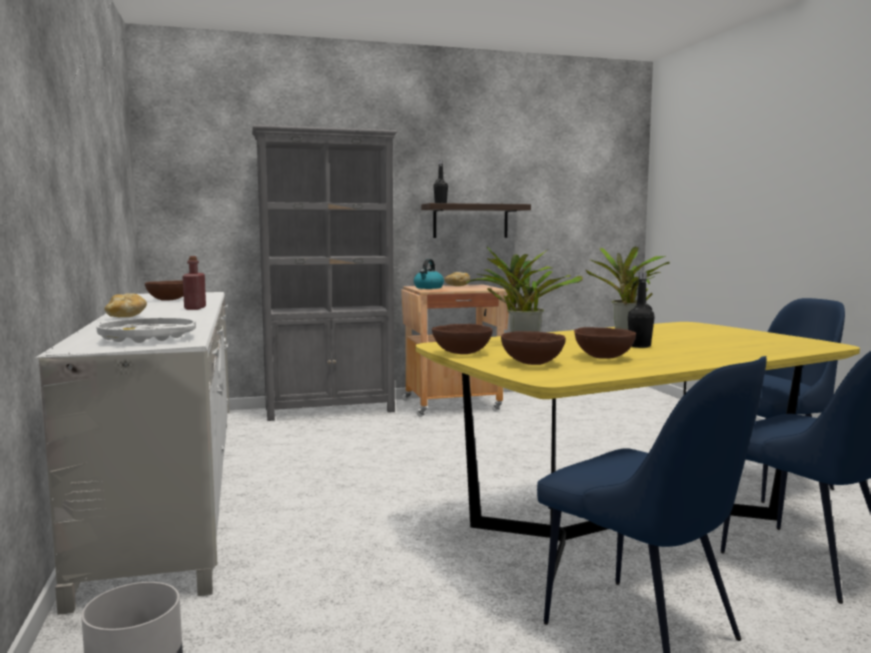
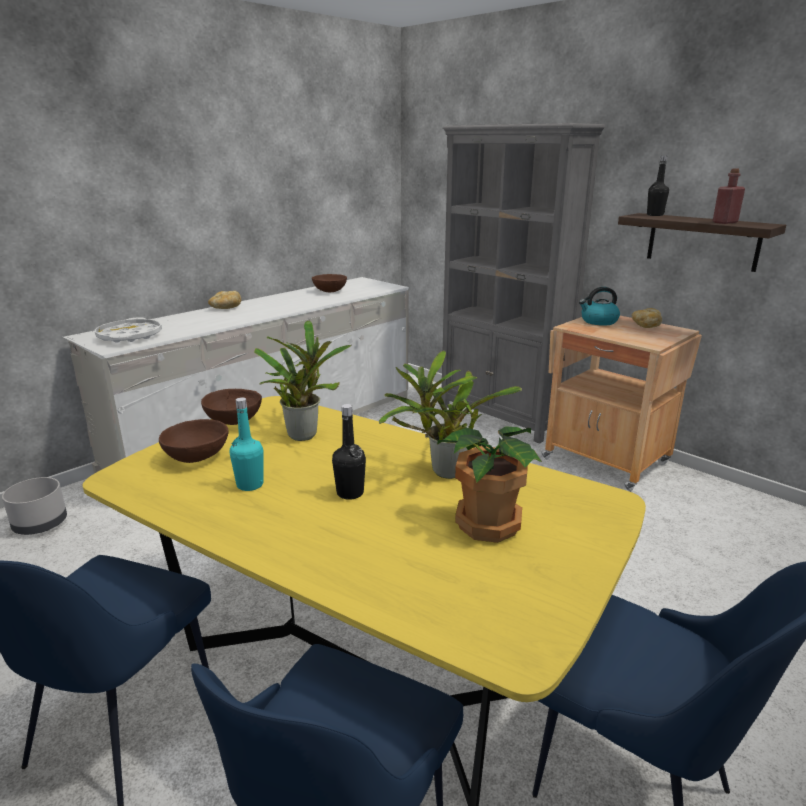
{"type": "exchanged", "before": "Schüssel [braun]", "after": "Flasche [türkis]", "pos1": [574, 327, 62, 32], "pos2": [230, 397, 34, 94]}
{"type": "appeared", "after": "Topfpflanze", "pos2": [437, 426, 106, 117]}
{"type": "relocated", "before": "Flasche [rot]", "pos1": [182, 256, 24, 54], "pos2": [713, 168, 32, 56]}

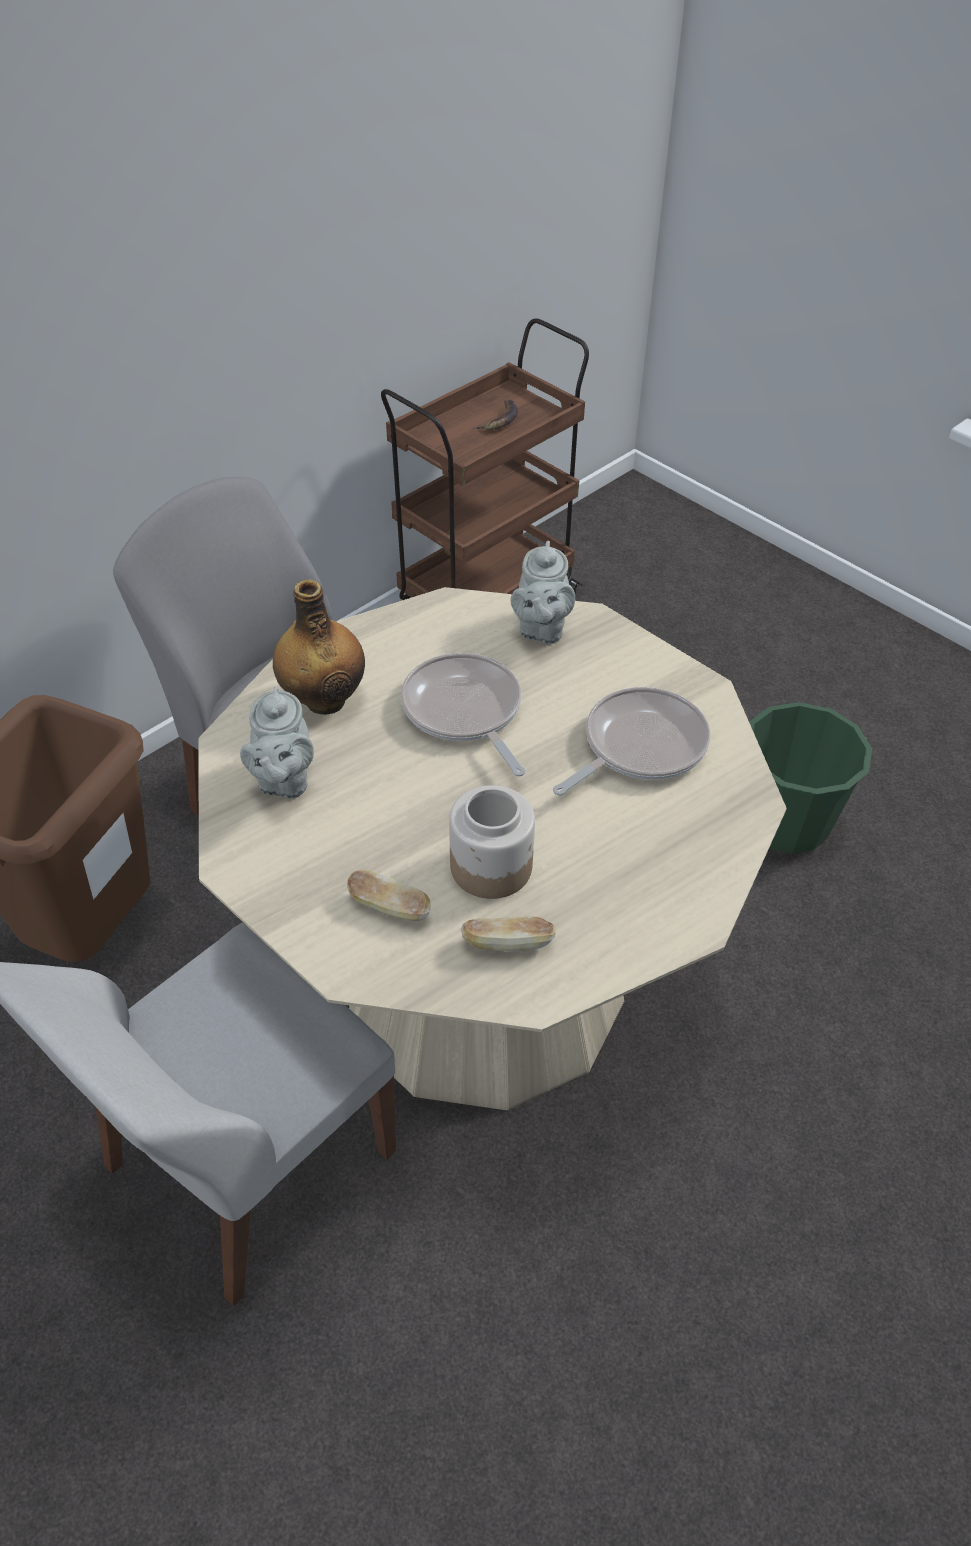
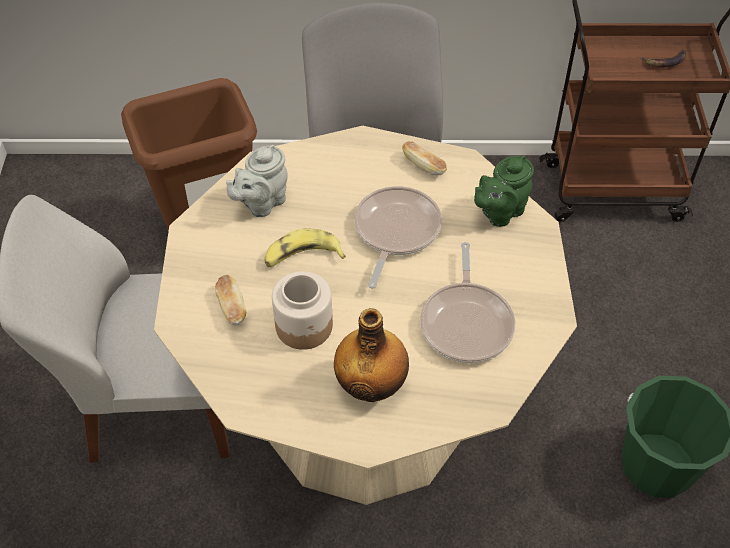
{"type": "appeared", "after": "Banane", "pos2": [265, 229, 81, 39]}
{"type": "relocated", "before": "Flasche", "pos1": [273, 579, 92, 136], "pos2": [334, 308, 75, 94]}
{"type": "relocated", "before": "Brot", "pos1": [461, 917, 94, 35], "pos2": [402, 141, 45, 35]}
{"type": "spun", "before": "Pfanne", "pos1": [553, 687, 157, 109], "pos2": [420, 242, 95, 121], "turn": 90}
{"type": "colour", "before": "Teekanne [grau]", "after": "Teekanne [grün]", "pos1": [510, 541, 65, 103], "pos2": [474, 156, 60, 71]}

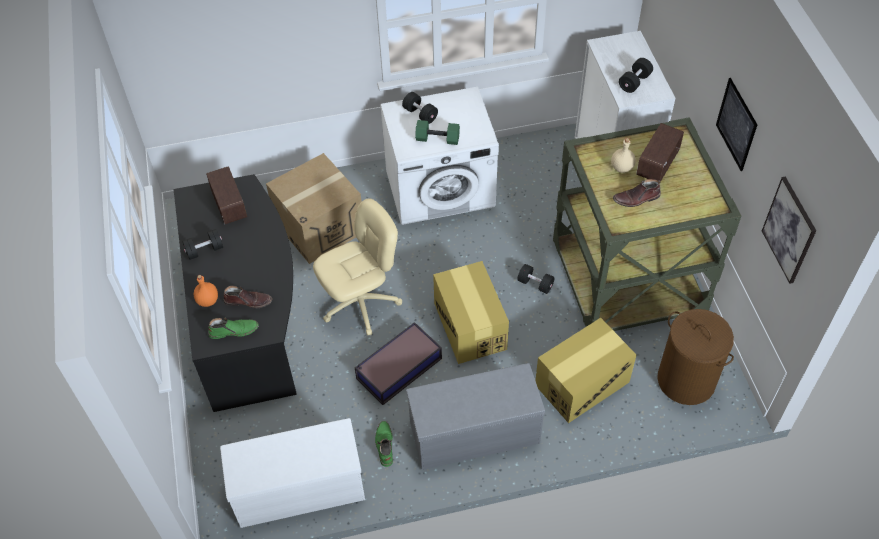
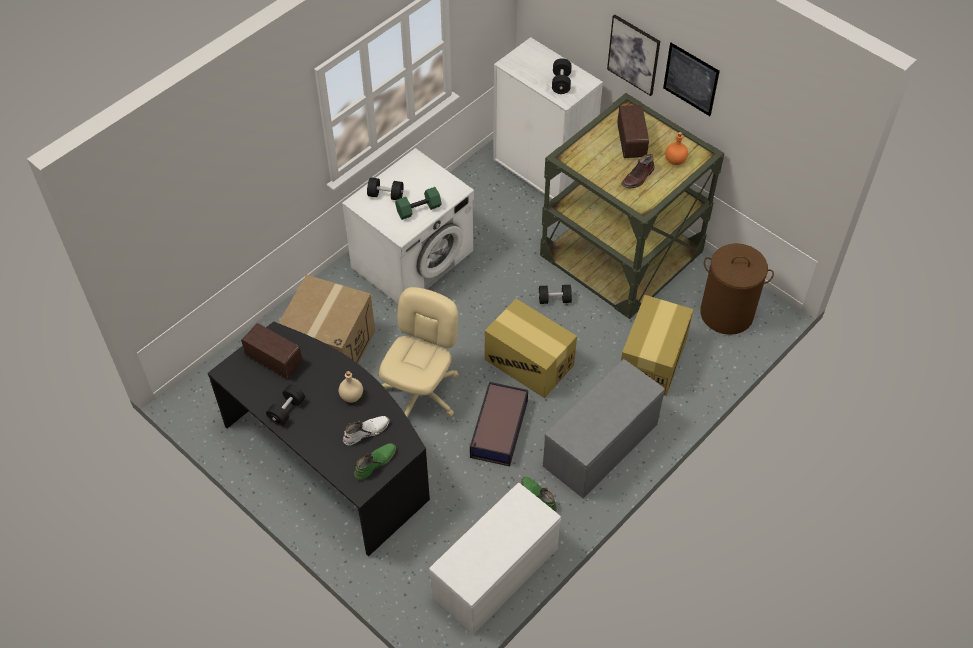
{"type": "relocated", "before": "Flasche [beige]", "pos1": [611, 138, 25, 35], "pos2": [339, 371, 24, 31]}
{"type": "colour", "before": "Stiefel [braun]", "after": "Stiefel [weiß]", "pos1": [224, 286, 48, 22], "pos2": [343, 416, 47, 29]}
{"type": "relocated", "before": "Bild", "pos1": [762, 177, 54, 107], "pos2": [607, 15, 53, 81]}
{"type": "relocated", "before": "Flasche [orange]", "pos1": [194, 275, 24, 32], "pos2": [665, 132, 23, 33]}

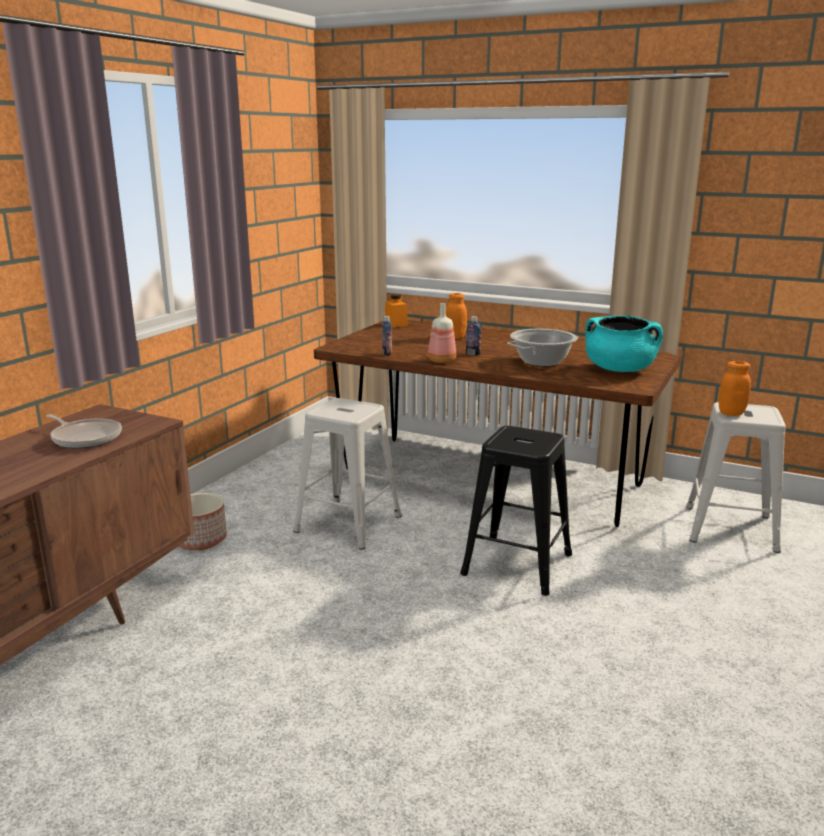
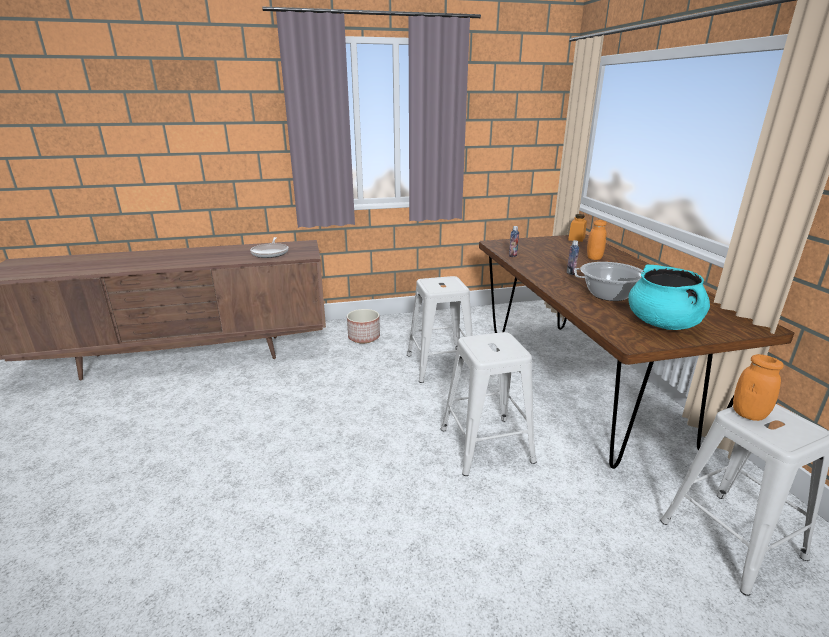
{"type": "colour", "before": "Hocker [schwarz]", "after": "Hocker [weiß]", "pos1": [460, 426, 112, 170], "pos2": [441, 332, 96, 144]}
{"type": "missing", "before": "Flasche", "pos1": [428, 303, 28, 60]}

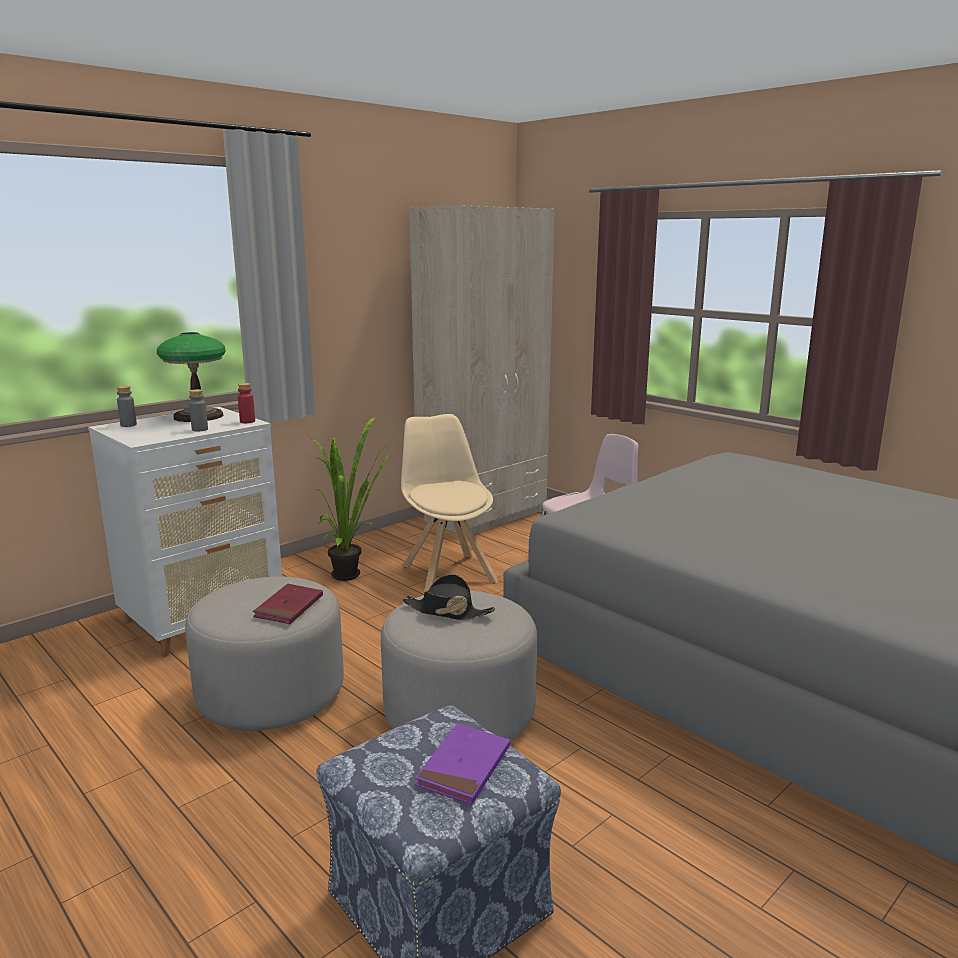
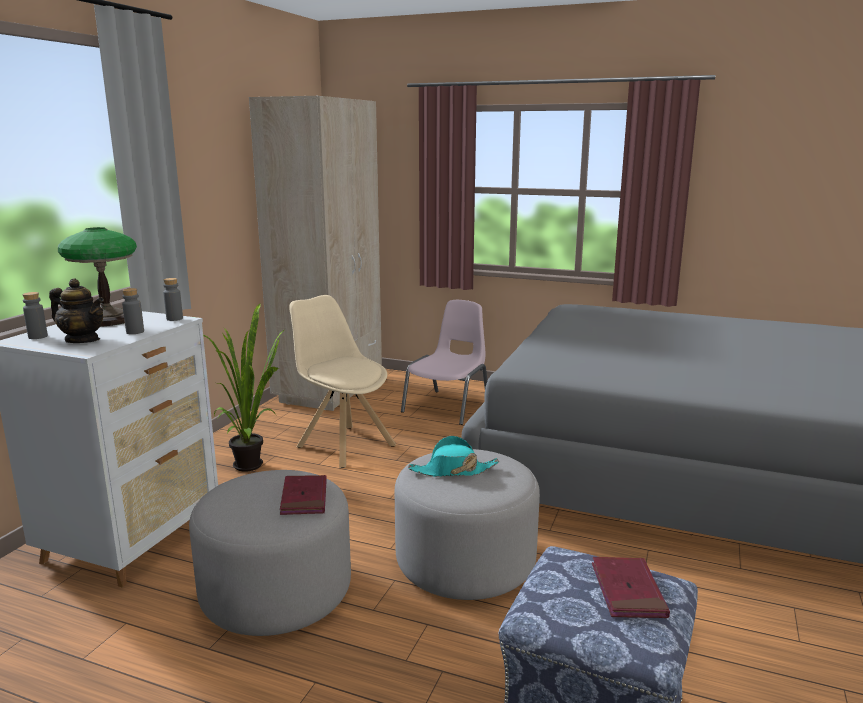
{"type": "appeared", "after": "Teekanne", "pos2": [49, 279, 55, 64]}
{"type": "colour", "before": "Flasche [rot]", "after": "Flasche [grau]", "pos1": [238, 383, 17, 40], "pos2": [163, 278, 20, 43]}
{"type": "colour", "before": "Hut [schwarz]", "after": "Hut [türkis]", "pos1": [402, 574, 93, 46], "pos2": [408, 436, 91, 41]}
{"type": "colour", "before": "Buch [lila]", "after": "Buch [rot]", "pos1": [415, 723, 95, 81], "pos2": [592, 557, 78, 61]}

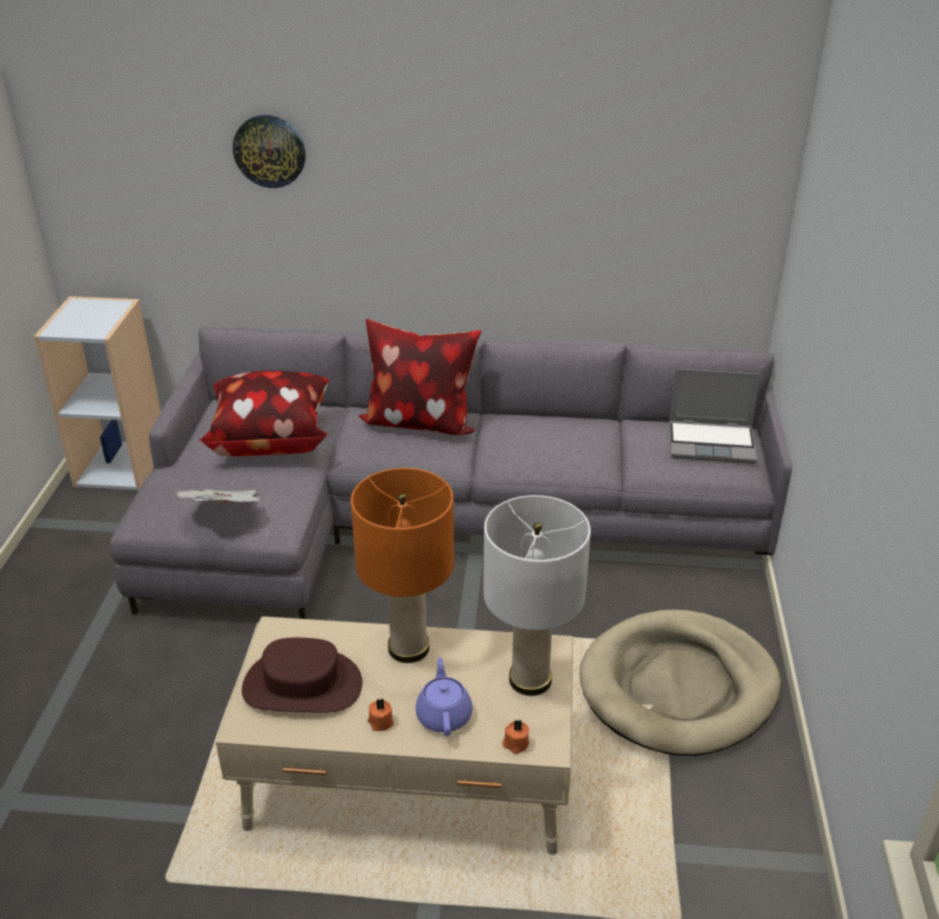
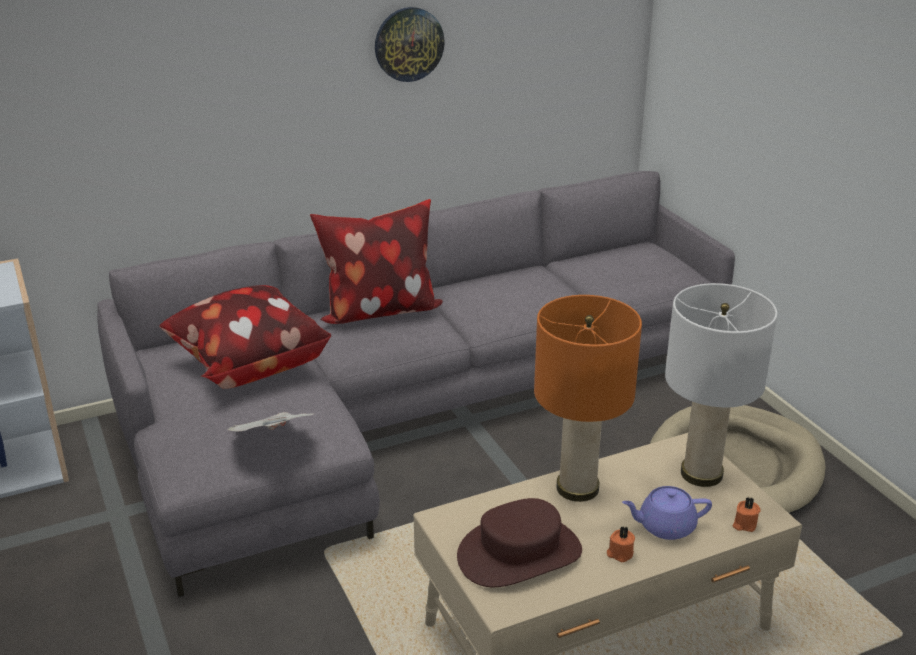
{"type": "relocated", "before": "Wanduhr", "pos1": [233, 115, 73, 73], "pos2": [375, 7, 70, 75]}
{"type": "spun", "before": "Teekanne [lila]", "pos1": [416, 657, 56, 79], "pos2": [622, 486, 90, 54], "turn": -60}
{"type": "missing", "before": "Laptop", "pos1": [669, 369, 92, 95]}

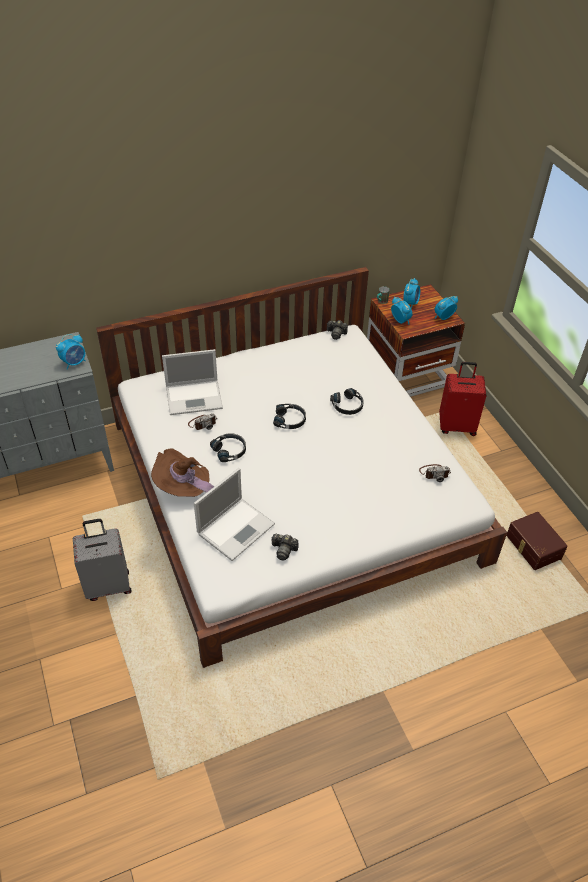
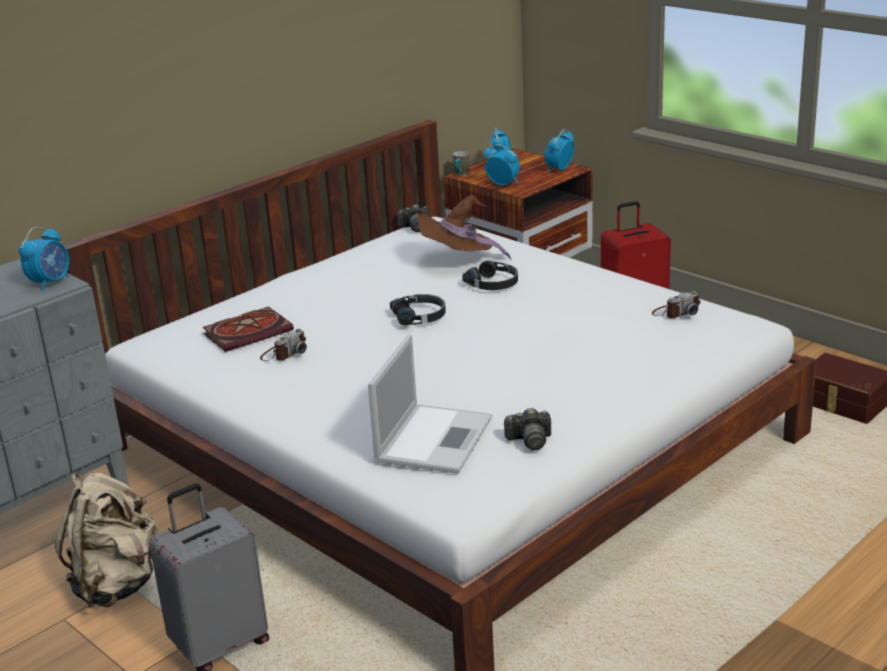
{"type": "appeared", "after": "Rucksack [beige]", "pos2": [55, 473, 103, 134]}
{"type": "exchanged", "before": "Laptop", "after": "Buch", "pos1": [162, 349, 61, 66], "pos2": [202, 307, 92, 45]}
{"type": "relocated", "before": "Hut [braun]", "pos1": [151, 448, 63, 49], "pos2": [416, 194, 95, 65]}
{"type": "missing", "before": "Kopfhörer [schwarz]", "pos1": [210, 433, 36, 29]}

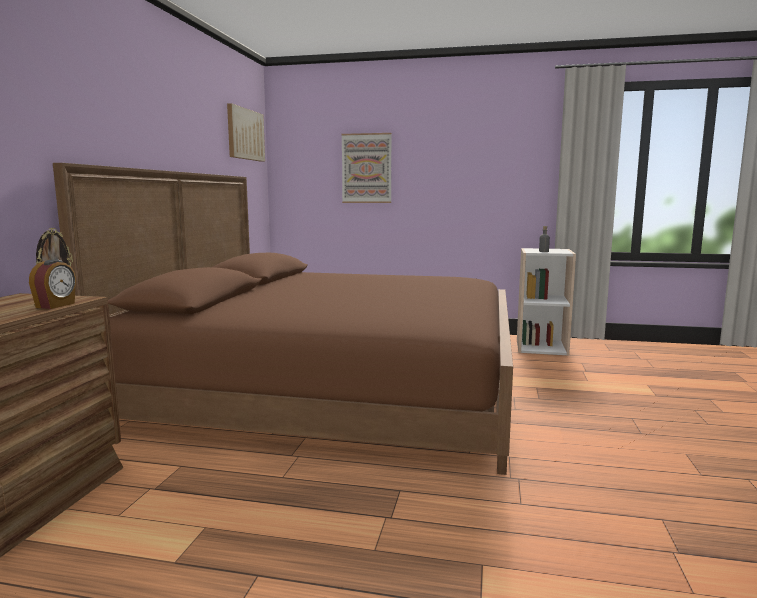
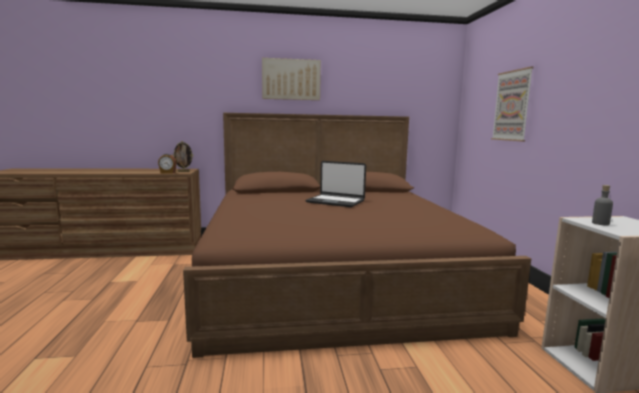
{"type": "relocated", "before": "Bild", "pos1": [227, 103, 38, 59], "pos2": [262, 58, 59, 42]}
{"type": "appeared", "after": "Laptop", "pos2": [306, 161, 60, 46]}

